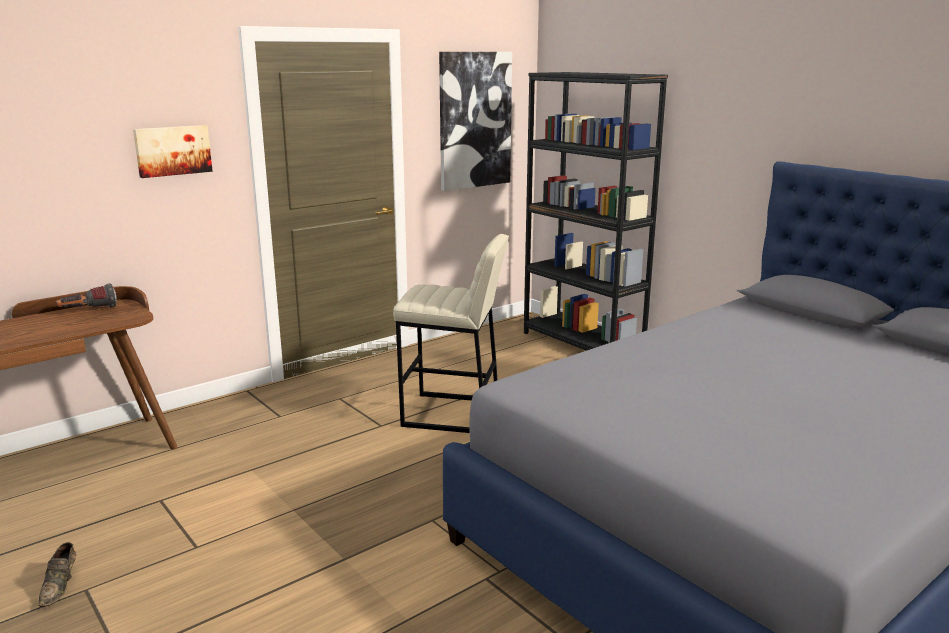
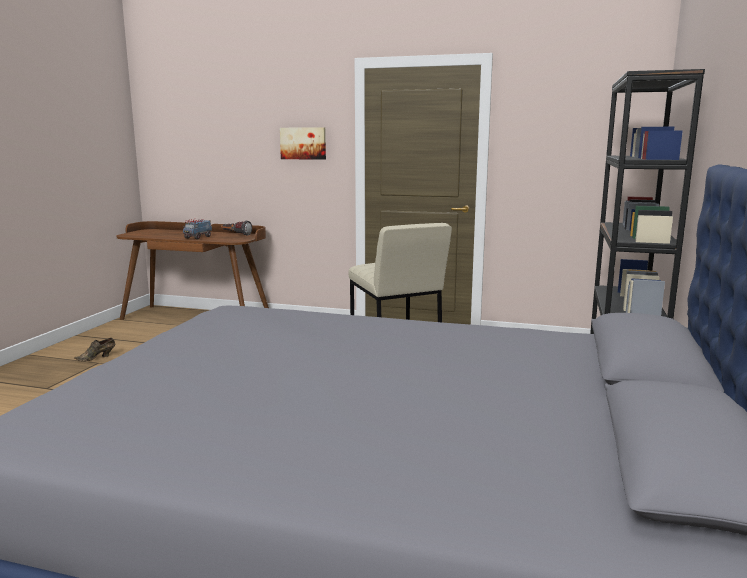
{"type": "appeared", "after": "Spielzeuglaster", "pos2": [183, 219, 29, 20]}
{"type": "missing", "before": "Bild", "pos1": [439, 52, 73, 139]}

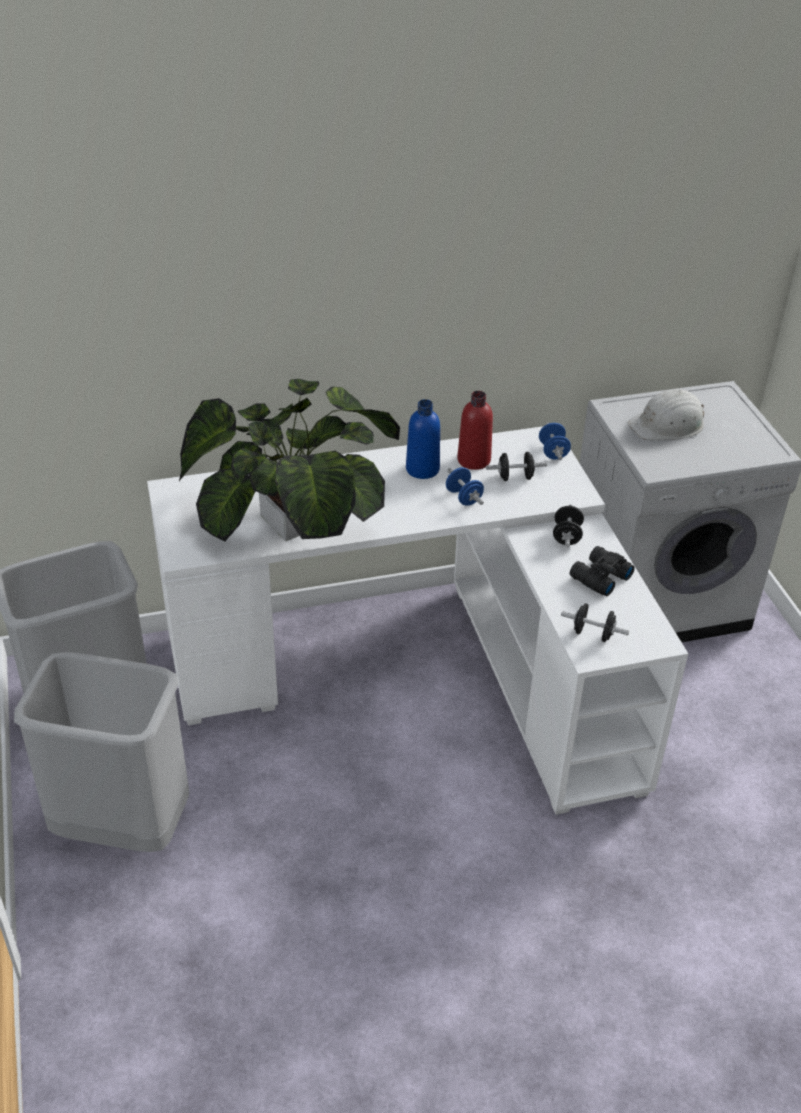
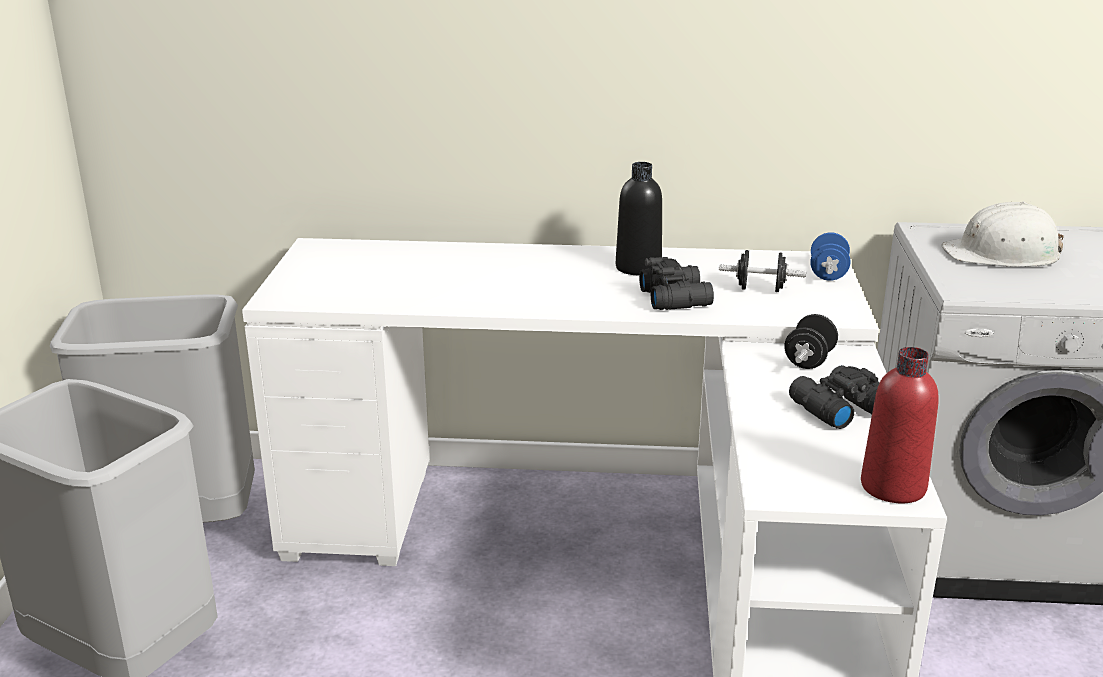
{"type": "colour", "before": "Flasche [blau]", "after": "Flasche [schwarz]", "pos1": [406, 399, 34, 80], "pos2": [616, 162, 46, 113]}
{"type": "exchanged", "before": "Hantel [blau]", "after": "Fernglas [schwarz]", "pos1": [446, 467, 38, 39], "pos2": [639, 257, 75, 53]}
{"type": "relocated", "before": "Flasche [rot]", "pos1": [457, 391, 36, 79], "pos2": [861, 347, 78, 156]}
{"type": "missing", "before": "Topfpflanze", "pos1": [179, 379, 221, 162]}
{"type": "missing", "before": "Hantel [schwarz]", "pos1": [561, 603, 68, 39]}

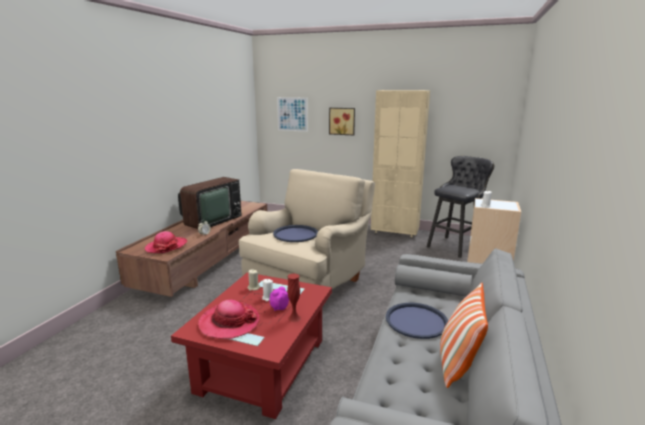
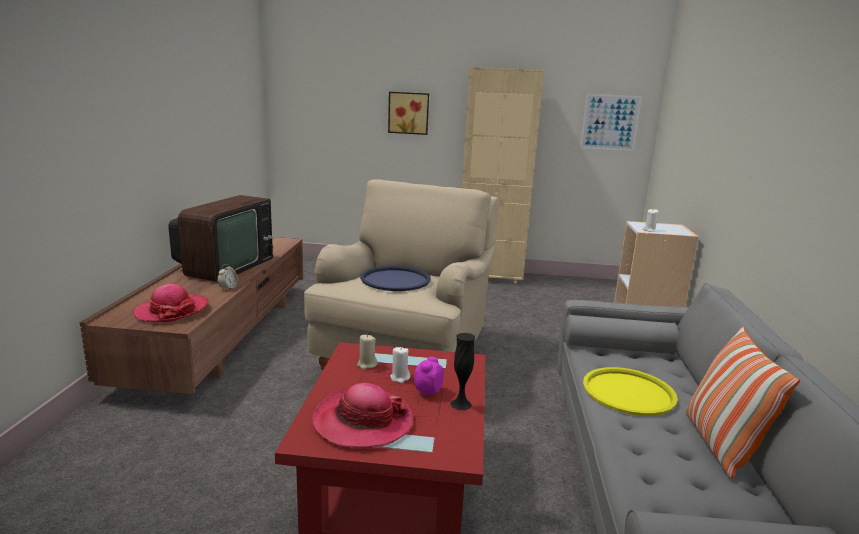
{"type": "colour", "before": "Vase [rot]", "after": "Vase [schwarz]", "pos1": [287, 274, 14, 48], "pos2": [450, 333, 25, 77]}
{"type": "relocated", "before": "Bild", "pos1": [277, 97, 31, 35], "pos2": [580, 94, 62, 57]}
{"type": "colour", "before": "Tablett [blau]", "after": "Tablett [gelb]", "pos1": [386, 303, 62, 36], "pos2": [583, 367, 95, 49]}
{"type": "missing", "before": "Hocker [schwarz]", "pos1": [427, 156, 67, 102]}

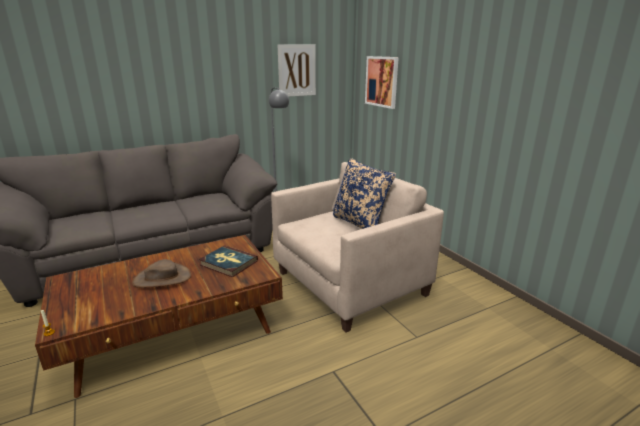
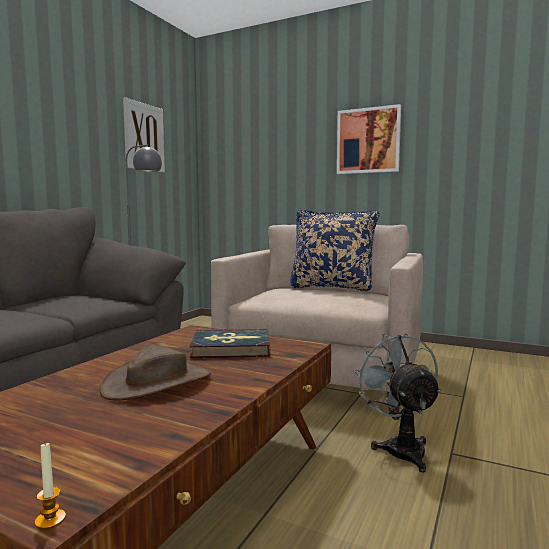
{"type": "relocated", "before": "Bild", "pos1": [365, 56, 34, 53], "pos2": [337, 104, 64, 70]}
{"type": "appeared", "after": "Ventilator [grau]", "pos2": [354, 333, 88, 140]}

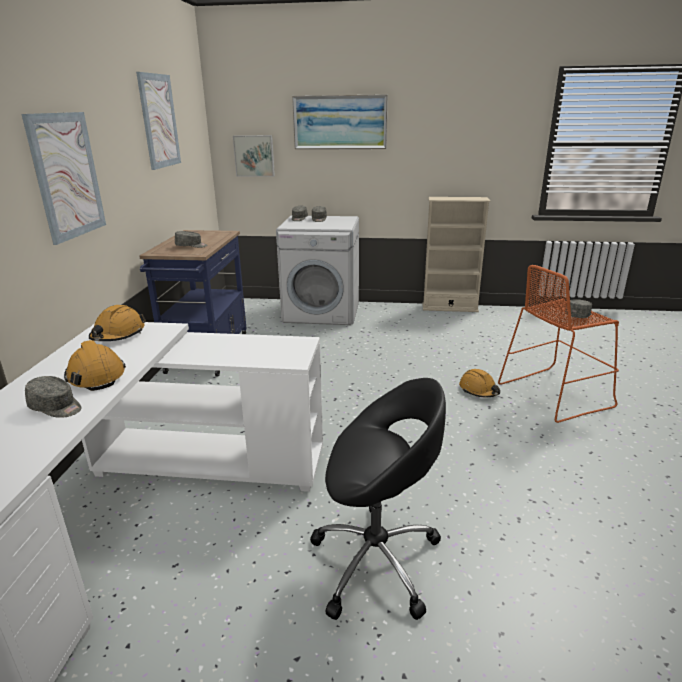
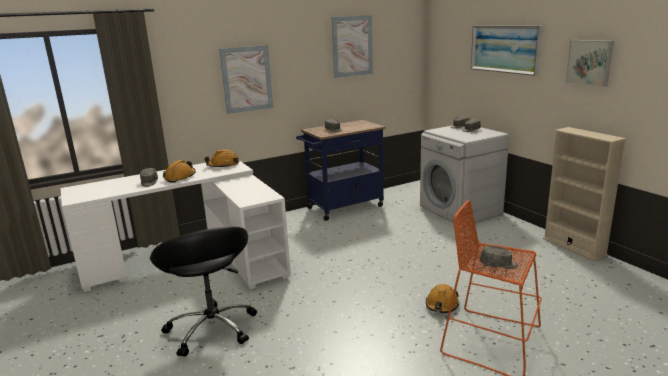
{"type": "relocated", "before": "Bild", "pos1": [233, 135, 42, 42], "pos2": [565, 40, 49, 47]}

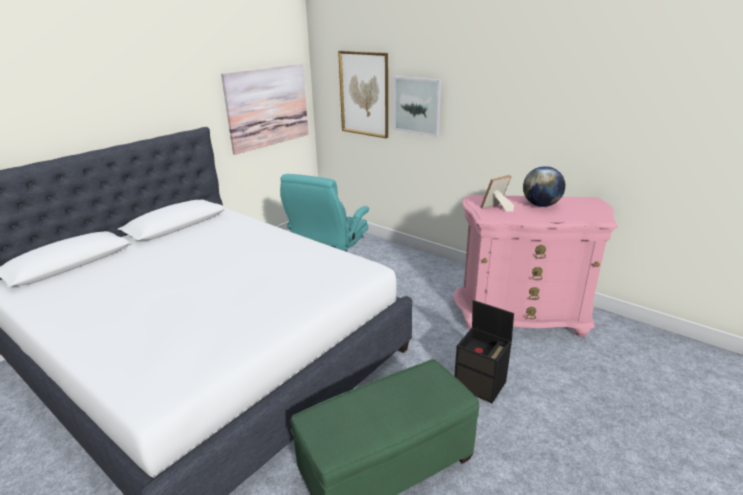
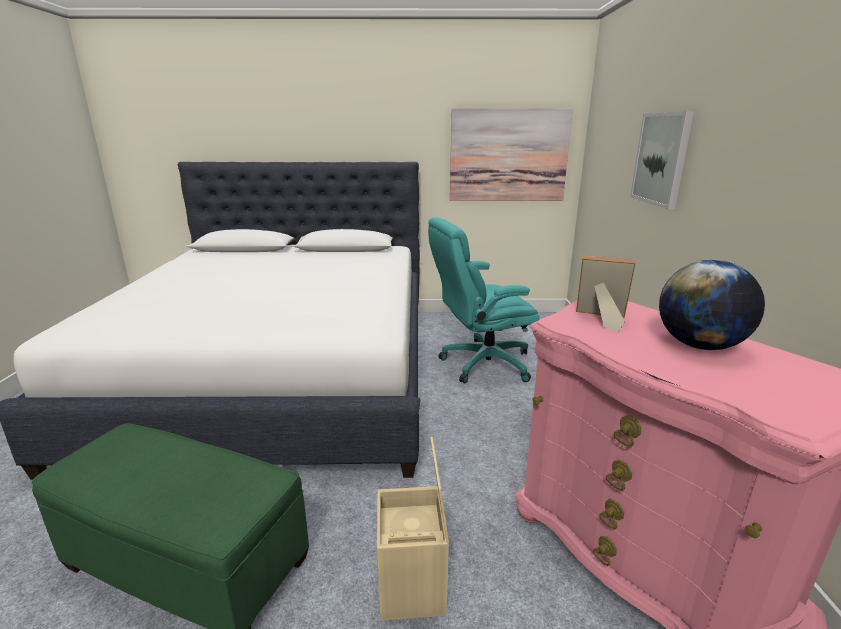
{"type": "colour", "before": "Aufbewahrungsbox [schwarz]", "after": "Aufbewahrungsbox [beige]", "pos1": [454, 300, 60, 103], "pos2": [377, 437, 72, 184]}
{"type": "missing", "before": "Bild", "pos1": [338, 51, 50, 87]}

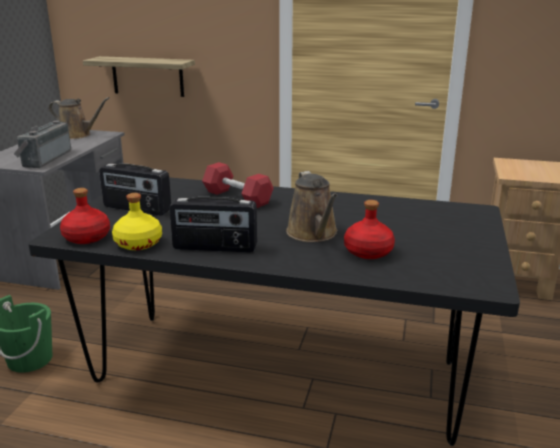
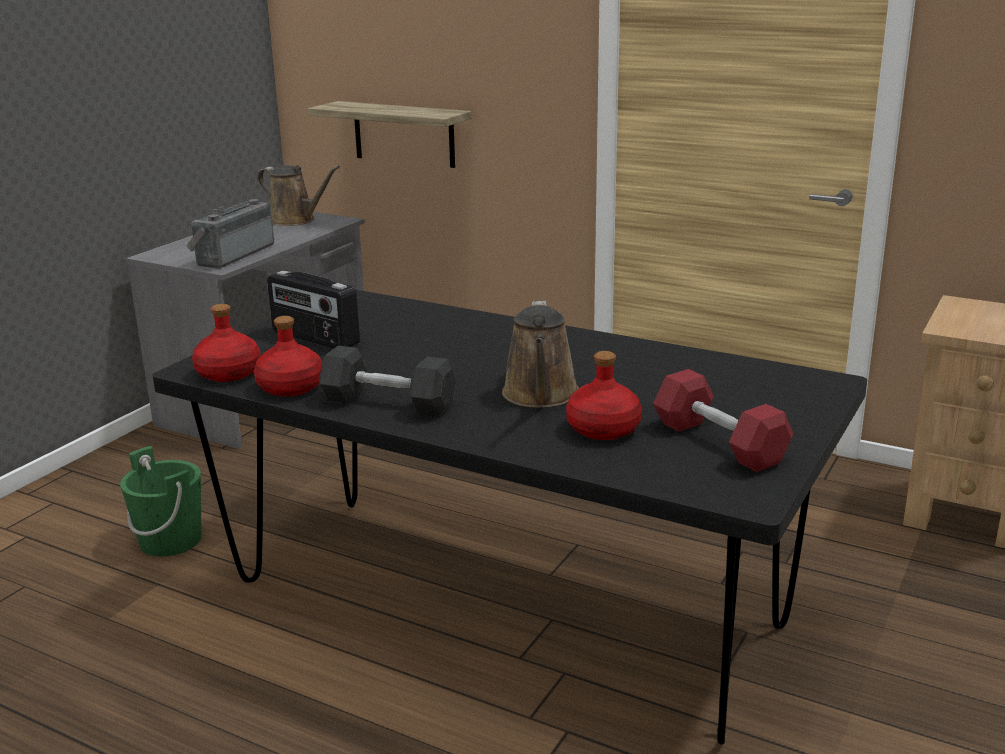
{"type": "colour", "before": "Flasche [gelb]", "after": "Flasche [rot]", "pos1": [112, 193, 50, 57], "pos2": [254, 316, 68, 81]}
{"type": "exchanged", "before": "Radio", "after": "Hantel [grau]", "pos1": [170, 197, 87, 55], "pos2": [319, 345, 137, 72]}
{"type": "relocated", "before": "Hantel [rot]", "pos1": [202, 162, 72, 46], "pos2": [653, 369, 140, 103]}

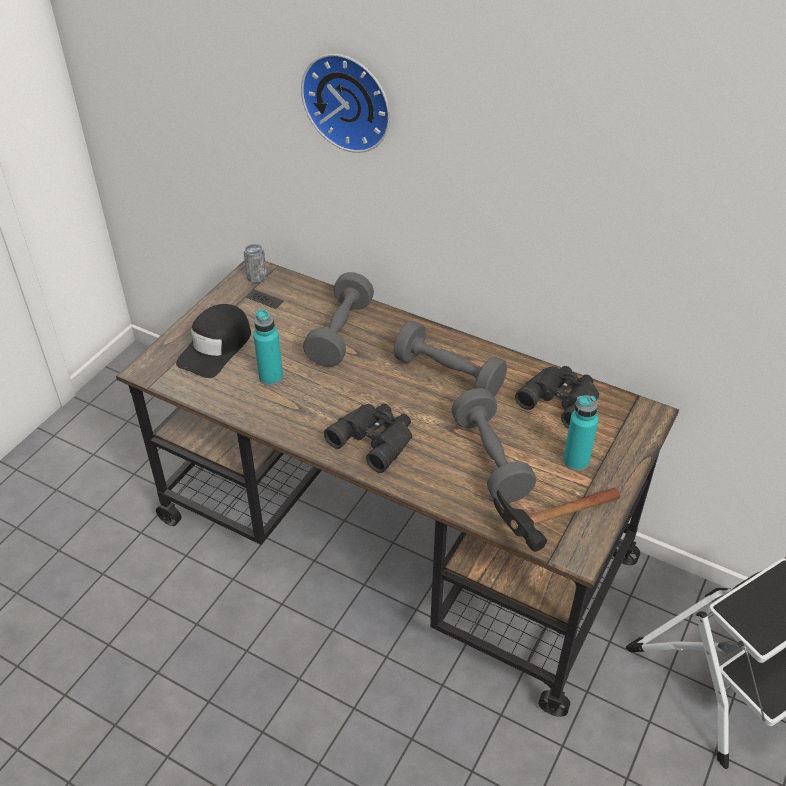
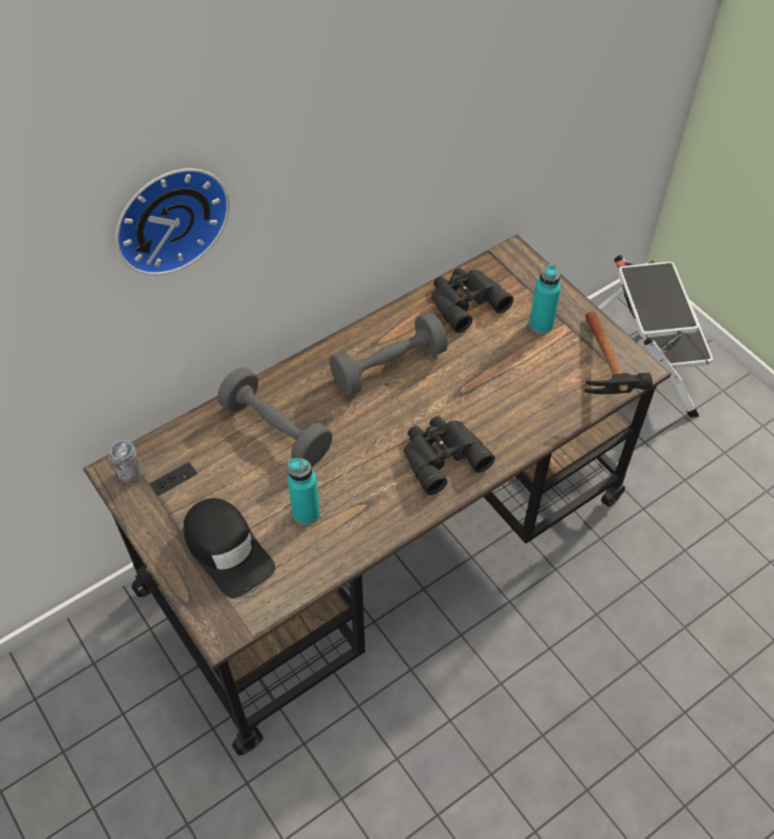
{"type": "missing", "before": "Hantel [grau]", "pos1": [451, 388, 85, 115]}

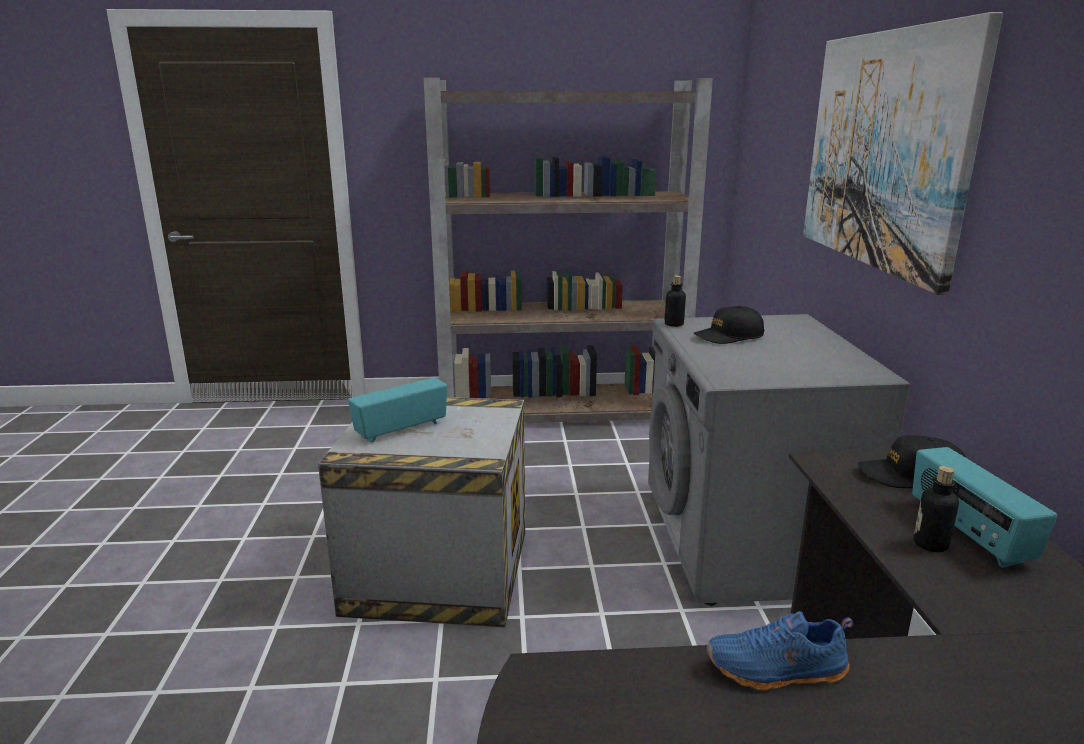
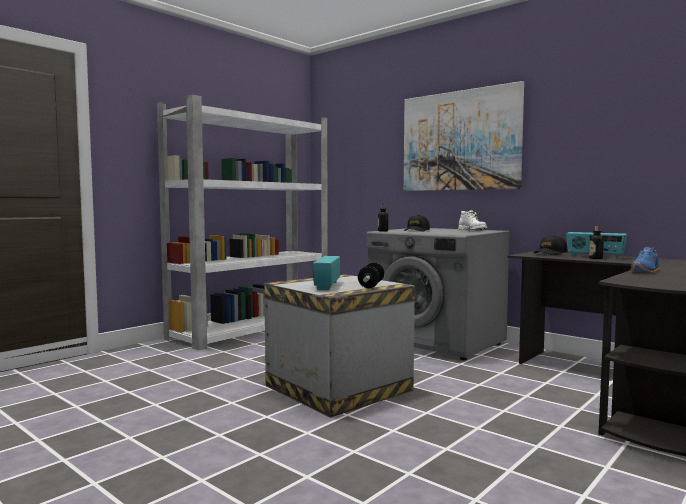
{"type": "colour", "before": "Bücherregal [braun]", "after": "Bücherregal [weiß]", "pos1": [423, 78, 290, 345], "pos2": [157, 94, 171, 256]}
{"type": "appeared", "after": "Hantel", "pos2": [358, 263, 26, 25]}
{"type": "appeared", "after": "Stiefel [weiß]", "pos2": [458, 210, 29, 21]}

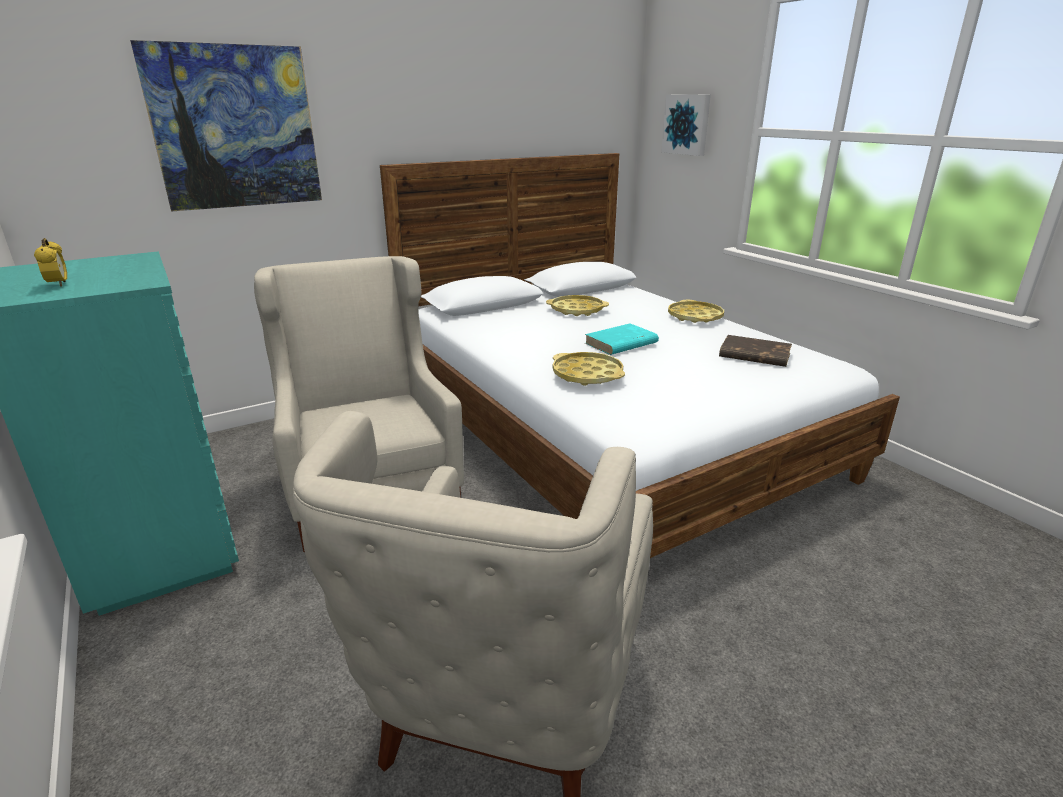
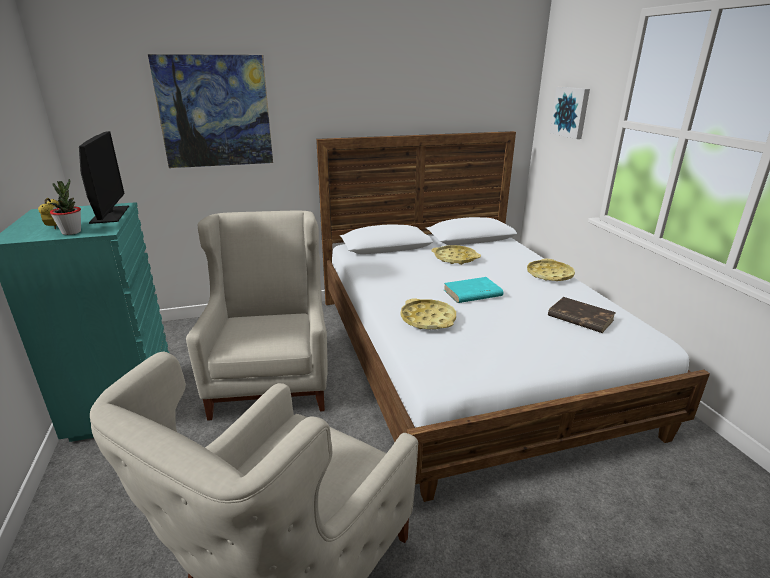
{"type": "appeared", "after": "Topfpflanze", "pos2": [50, 179, 31, 56]}
{"type": "appeared", "after": "Monitor", "pos2": [79, 131, 50, 93]}

